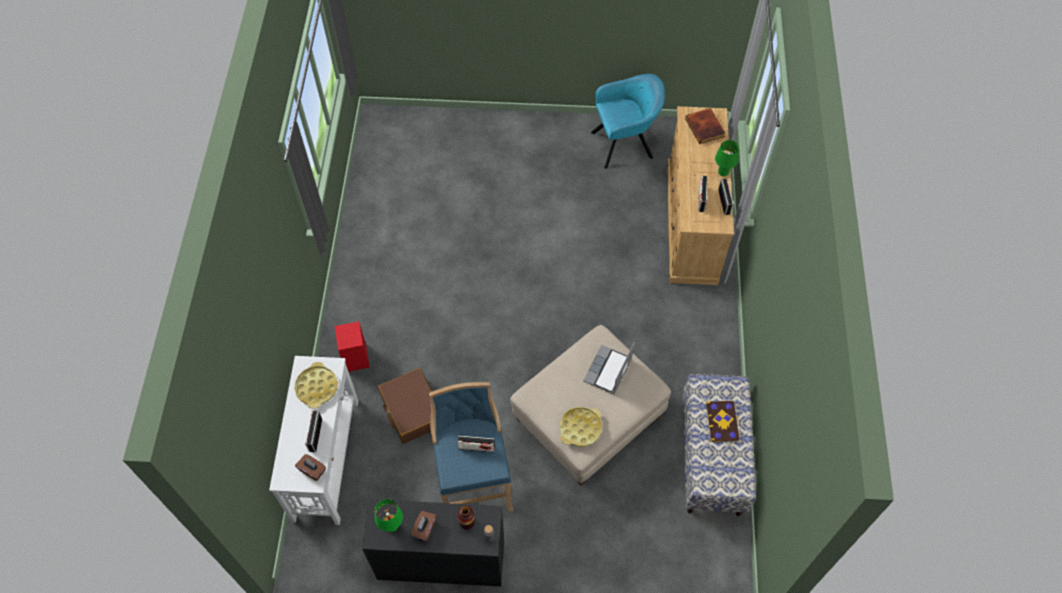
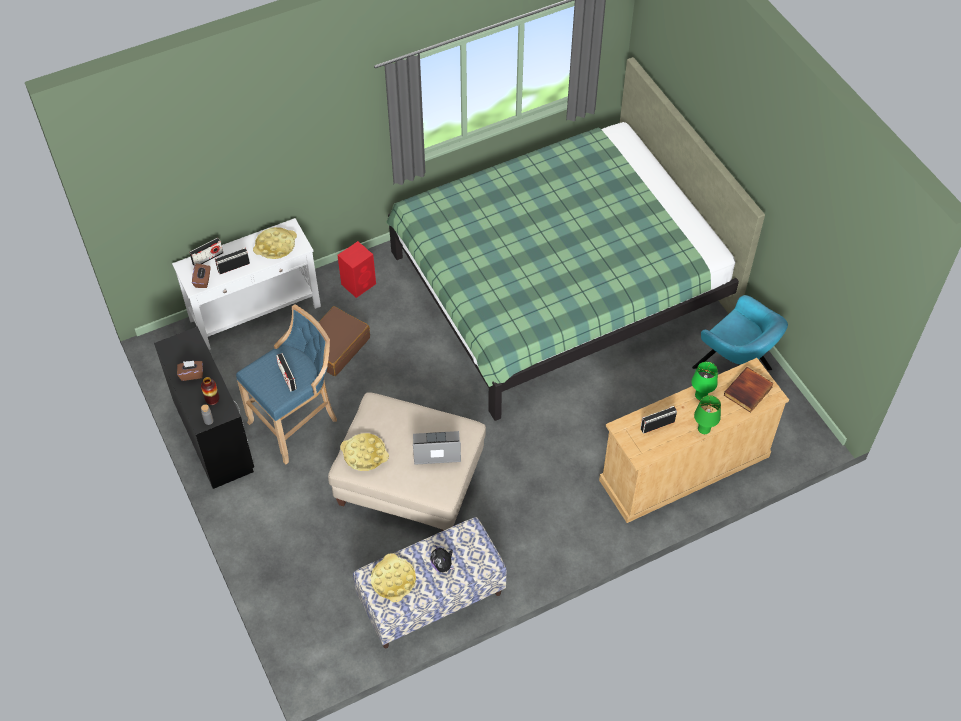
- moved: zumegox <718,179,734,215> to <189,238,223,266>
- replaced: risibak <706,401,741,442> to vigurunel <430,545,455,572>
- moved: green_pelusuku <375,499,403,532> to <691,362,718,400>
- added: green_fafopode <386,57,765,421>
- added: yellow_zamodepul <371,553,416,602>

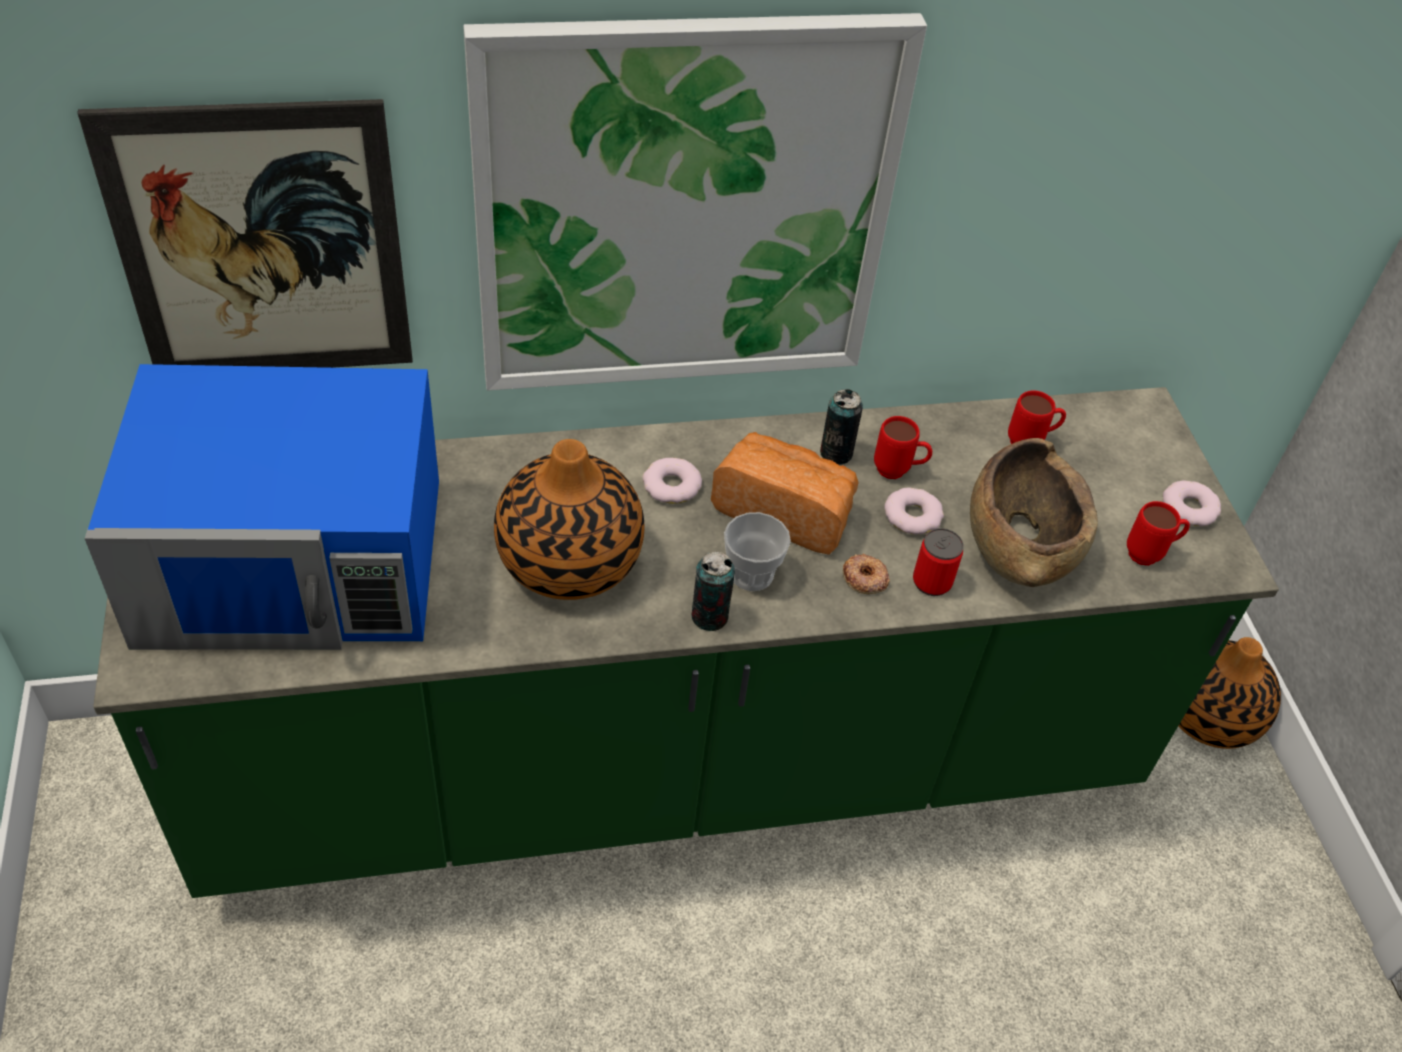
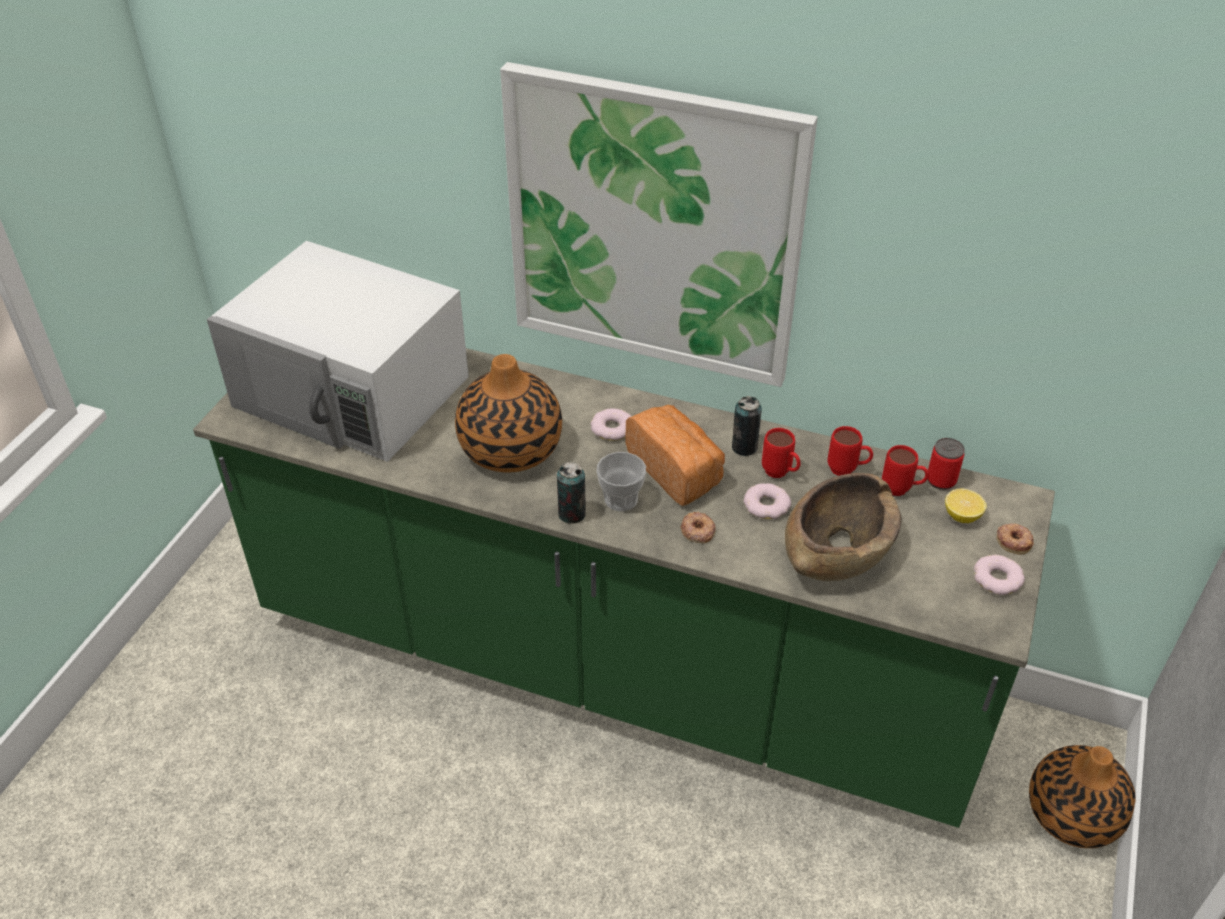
- removed: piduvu <77,99,413,368>
- recoloured: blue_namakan <85,364,439,650> to white_namakan <207,241,469,462>
- moved: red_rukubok <1127,501,1190,566> to <828,426,873,476>
- moved: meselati <913,528,964,596> to <928,438,965,490>
- added: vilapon <945,489,987,523>
- added: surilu <996,523,1034,554>

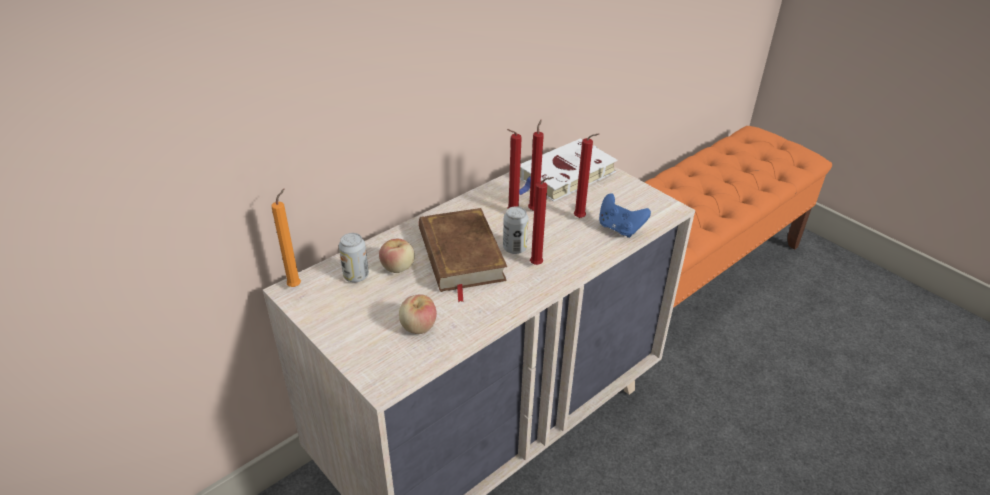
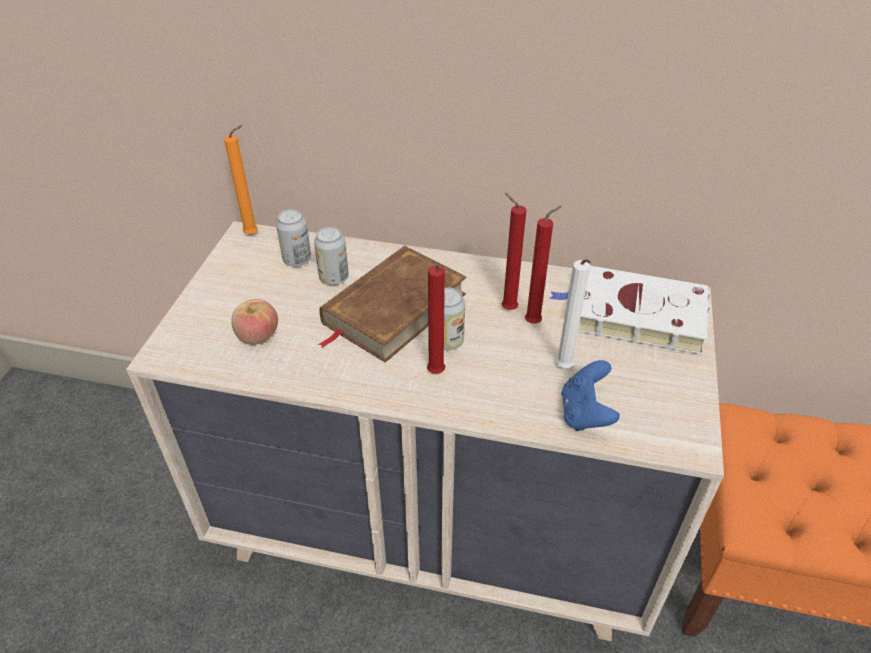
- recoloured: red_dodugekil <574,133,599,218> to white_dodugekil <556,259,591,368>
- replaced: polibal <379,239,415,273> to meselati <314,227,349,285>

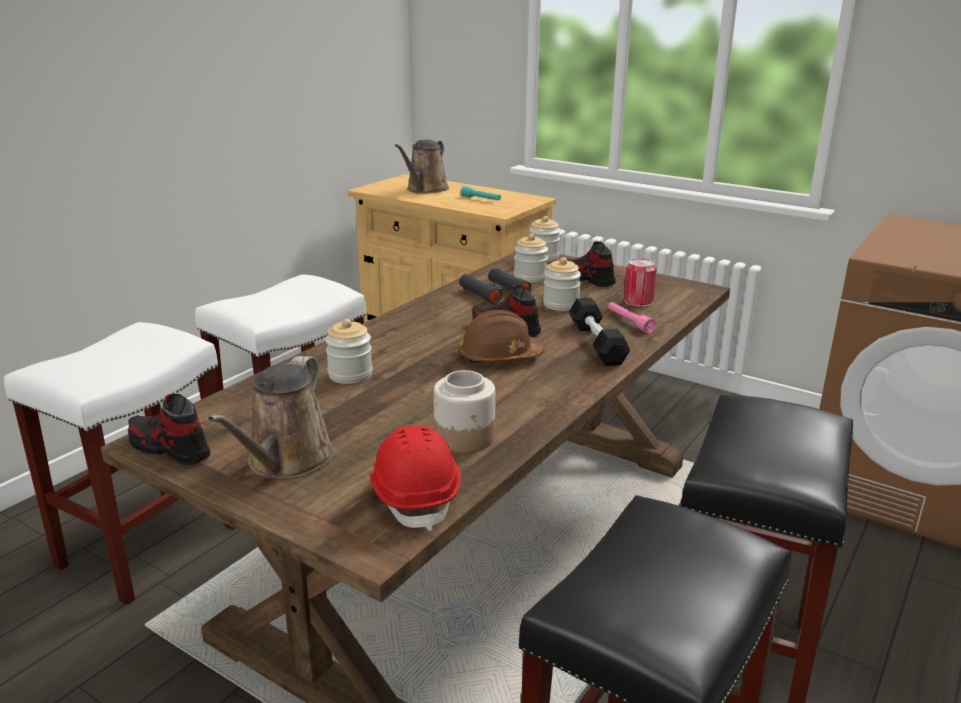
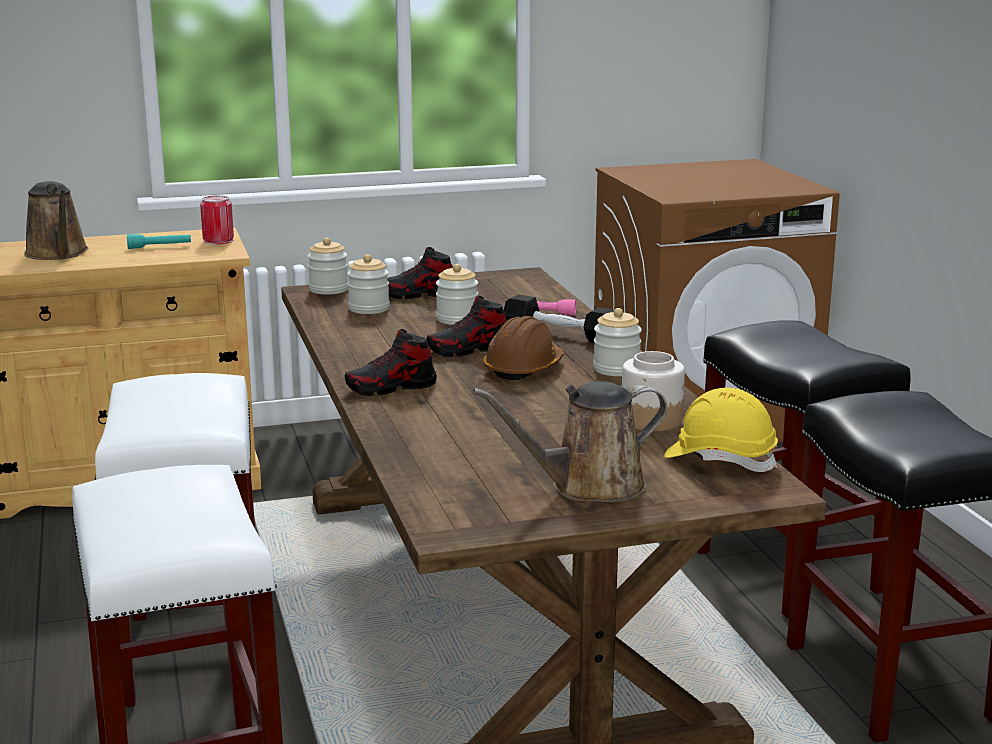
- moved: meselati <624,258,657,307> to <200,195,234,245>
- removed: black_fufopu <459,268,532,304>
- moved: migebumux <325,319,373,384> to <593,308,642,376>
- turned: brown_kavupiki <208,356,334,479> = <472,381,667,503> 105 degrees clockwise
- moved: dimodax <128,394,210,465> to <344,329,437,396>
- recoloured: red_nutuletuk <370,426,461,531> to yellow_nutuletuk <664,388,778,472>

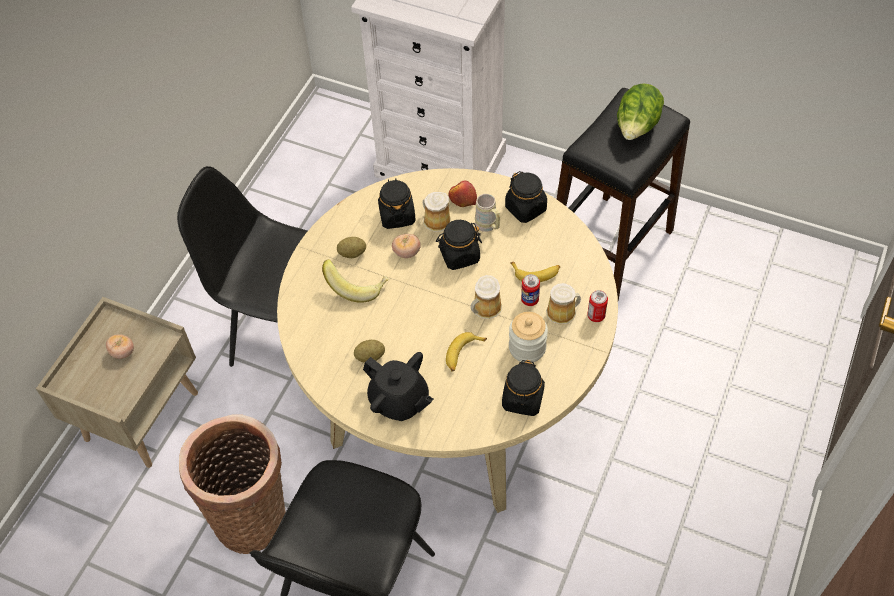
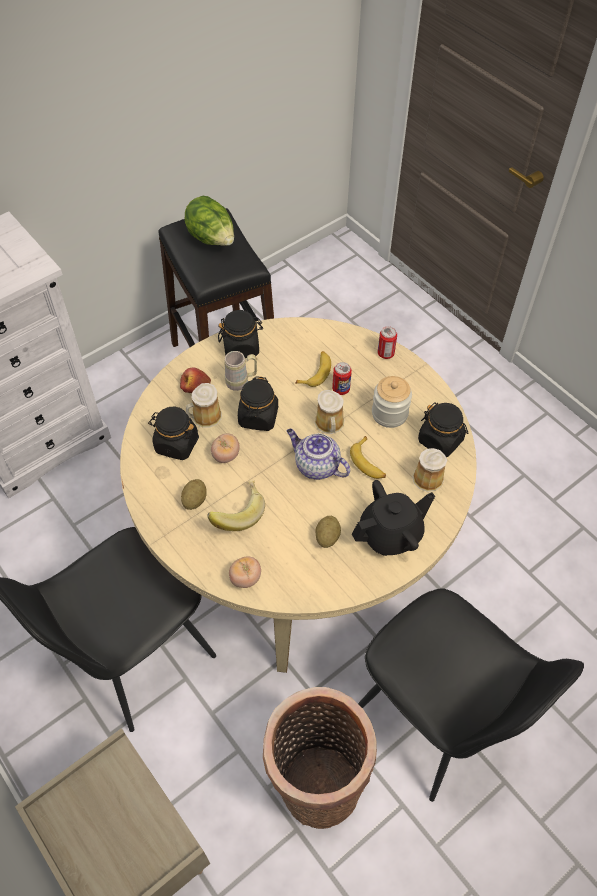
- moved: rukubok <546,283,581,325> to <412,448,447,492>
- moved: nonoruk <106,334,134,359> to <229,557,261,588>
- added: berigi <287,429,350,480>

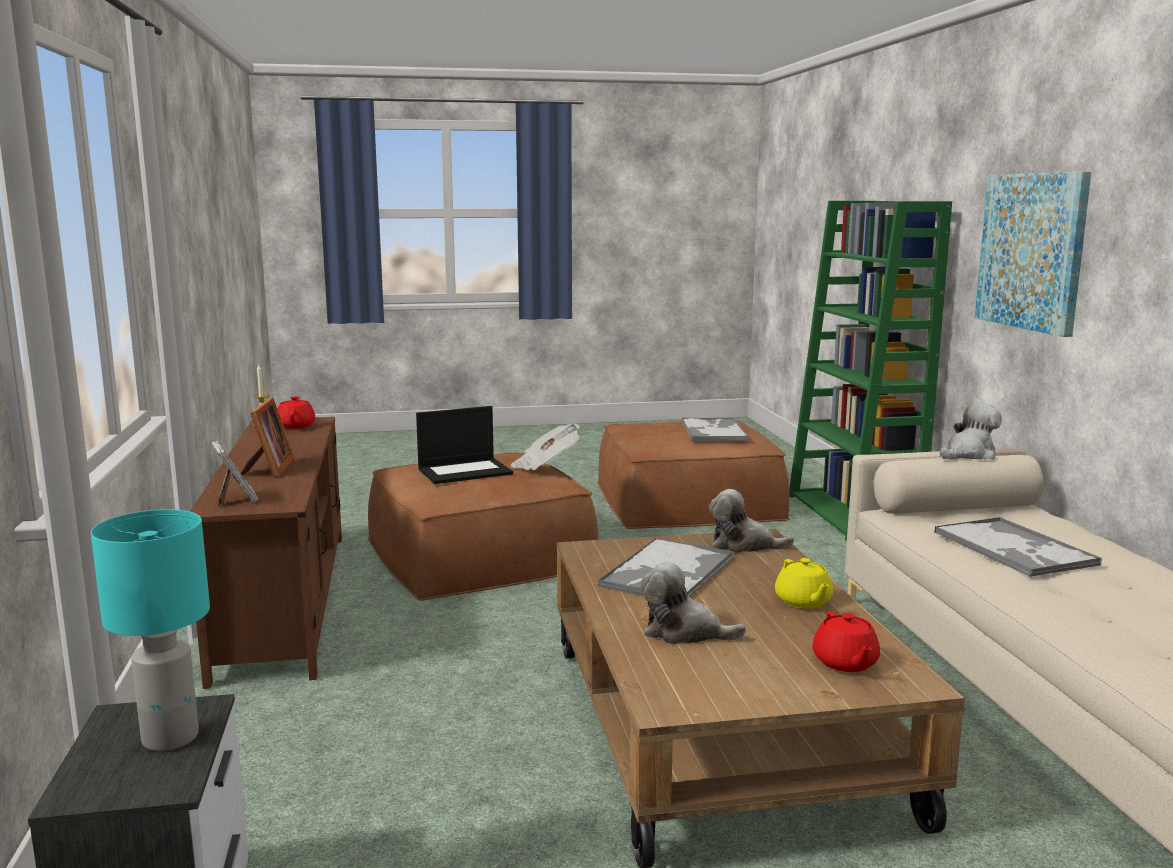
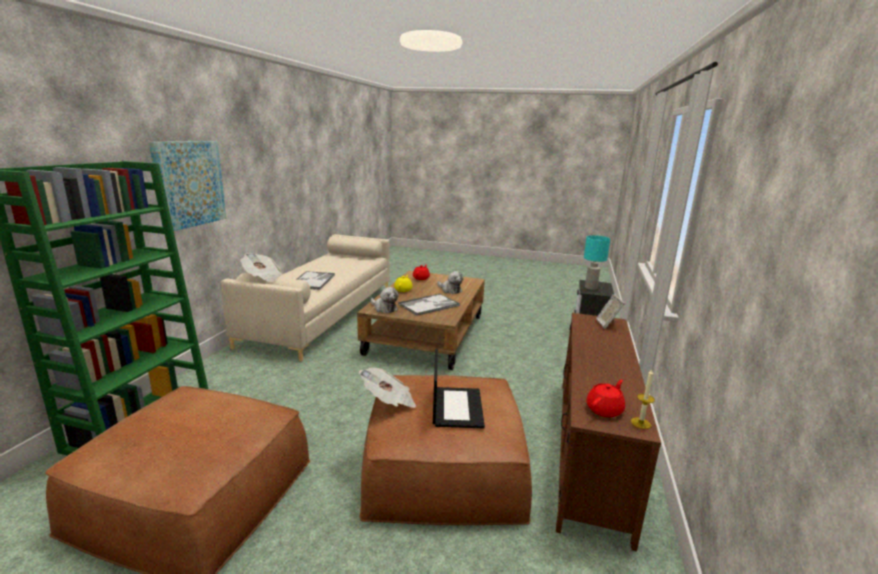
- turned: red_berigi <278,396,315,429> = <586,380,625,417> 150 degrees counterclockwise
- removed: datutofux <241,398,295,477>
- replaced: vigurunel <940,402,1002,460> to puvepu <240,253,282,282>
- turned: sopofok <416,406,513,484> = <433,349,485,428> 90 degrees clockwise
- removed: zamodepul <682,417,749,441>

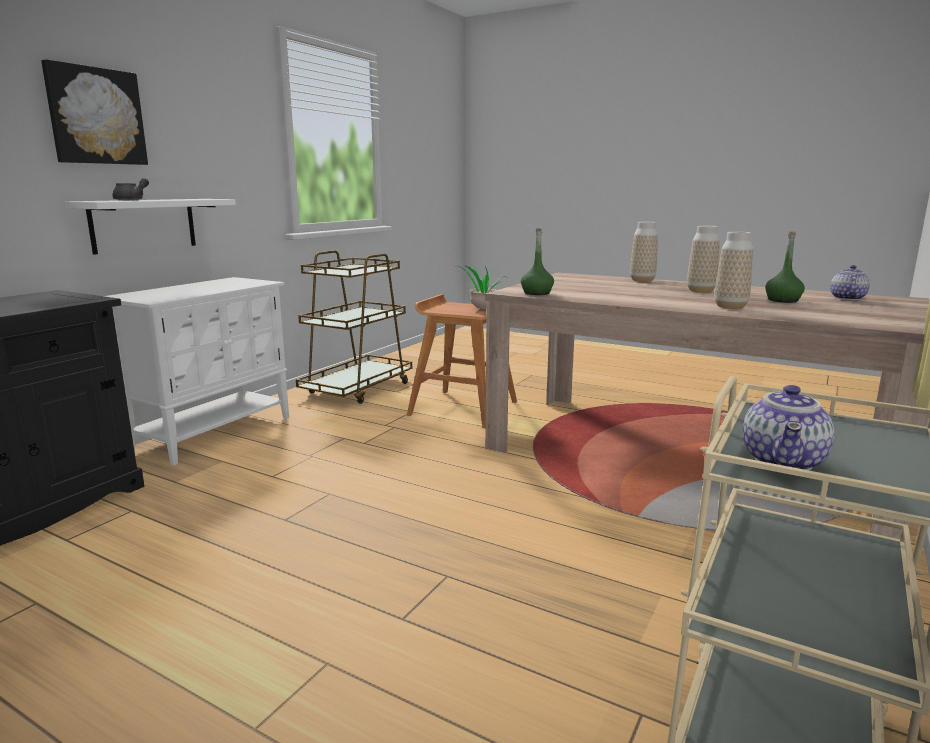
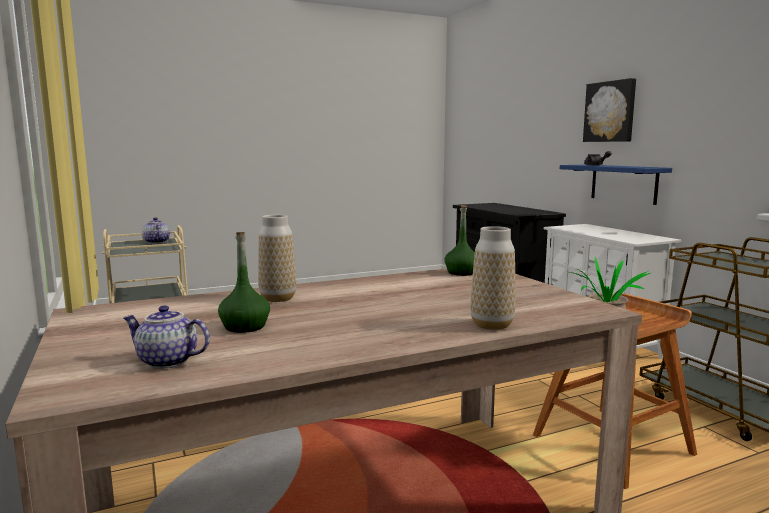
- recoloured: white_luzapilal <65,199,236,255> to blue_luzapilal <560,165,672,205>
- removed: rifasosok <687,226,720,293>
- turned: berigi <830,265,870,300> = <123,305,210,369> 135 degrees clockwise

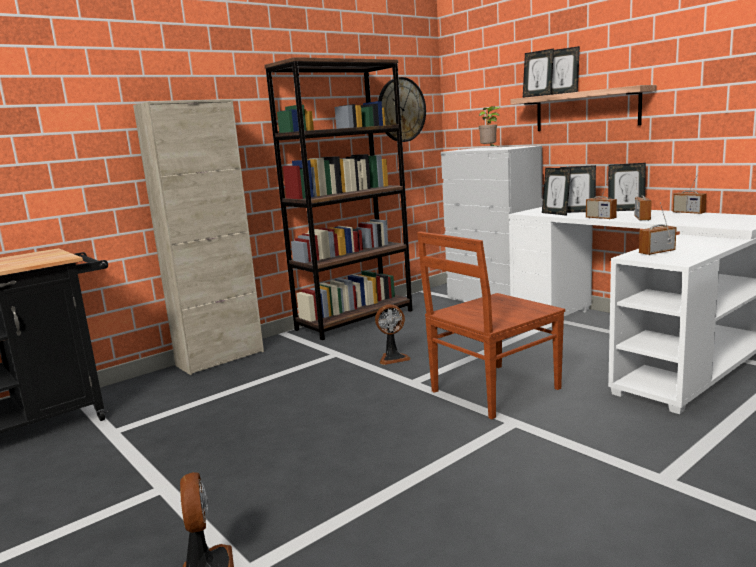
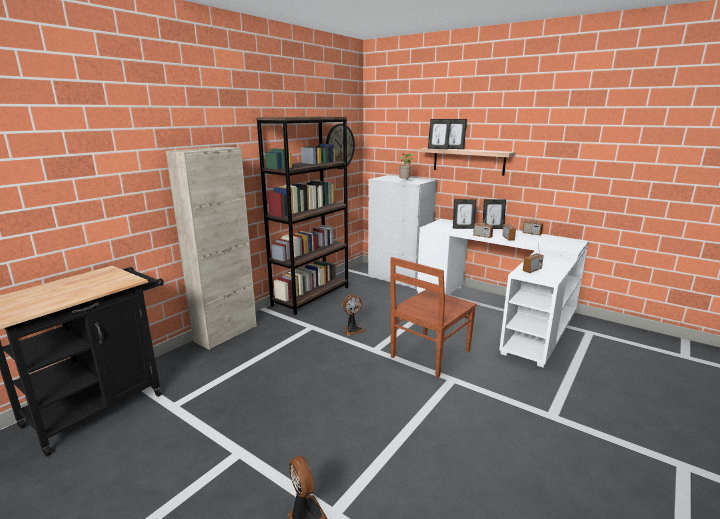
- removed: datutofux <542,168,571,216>

